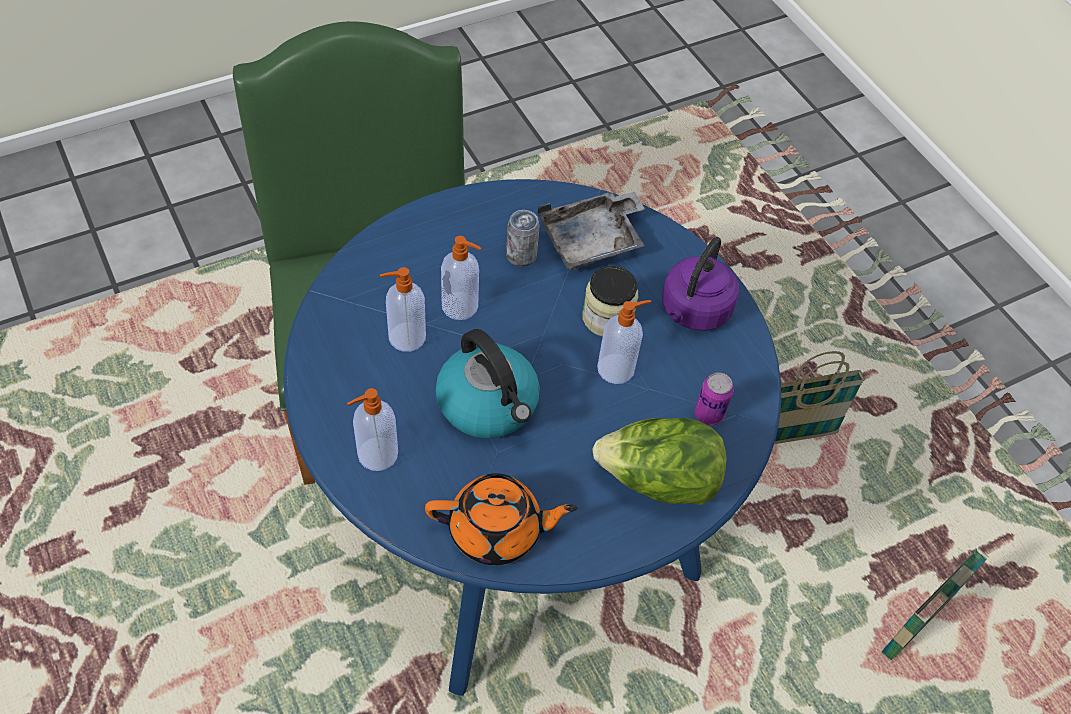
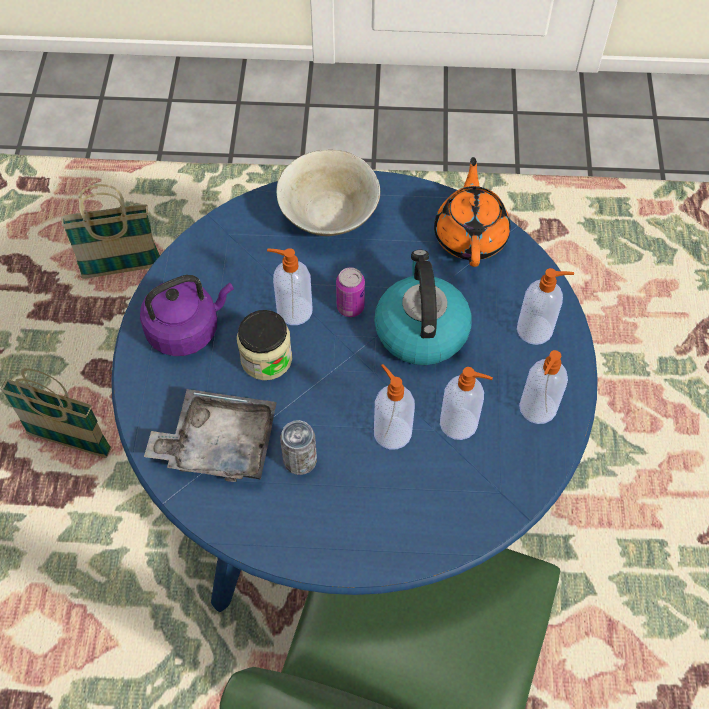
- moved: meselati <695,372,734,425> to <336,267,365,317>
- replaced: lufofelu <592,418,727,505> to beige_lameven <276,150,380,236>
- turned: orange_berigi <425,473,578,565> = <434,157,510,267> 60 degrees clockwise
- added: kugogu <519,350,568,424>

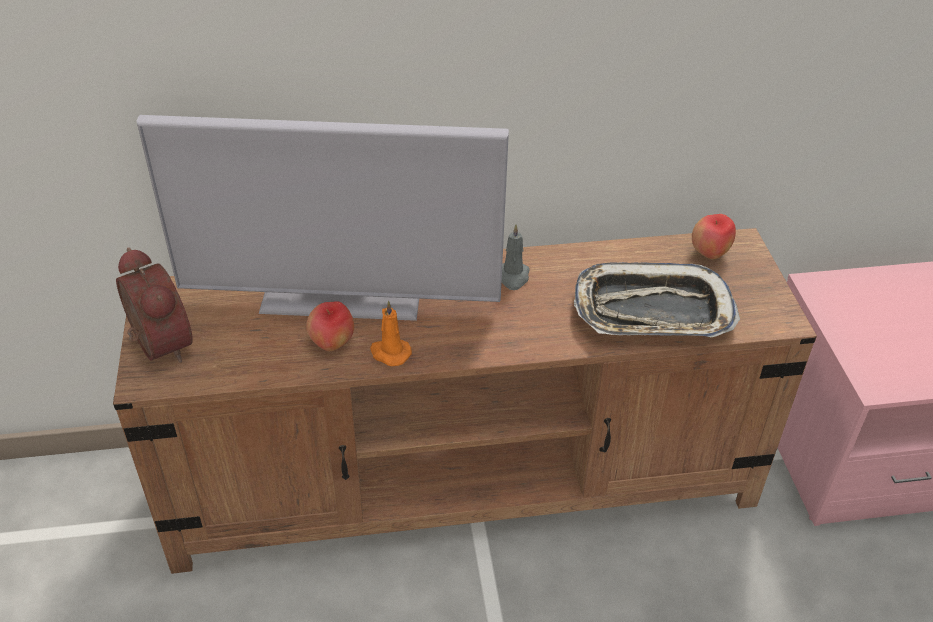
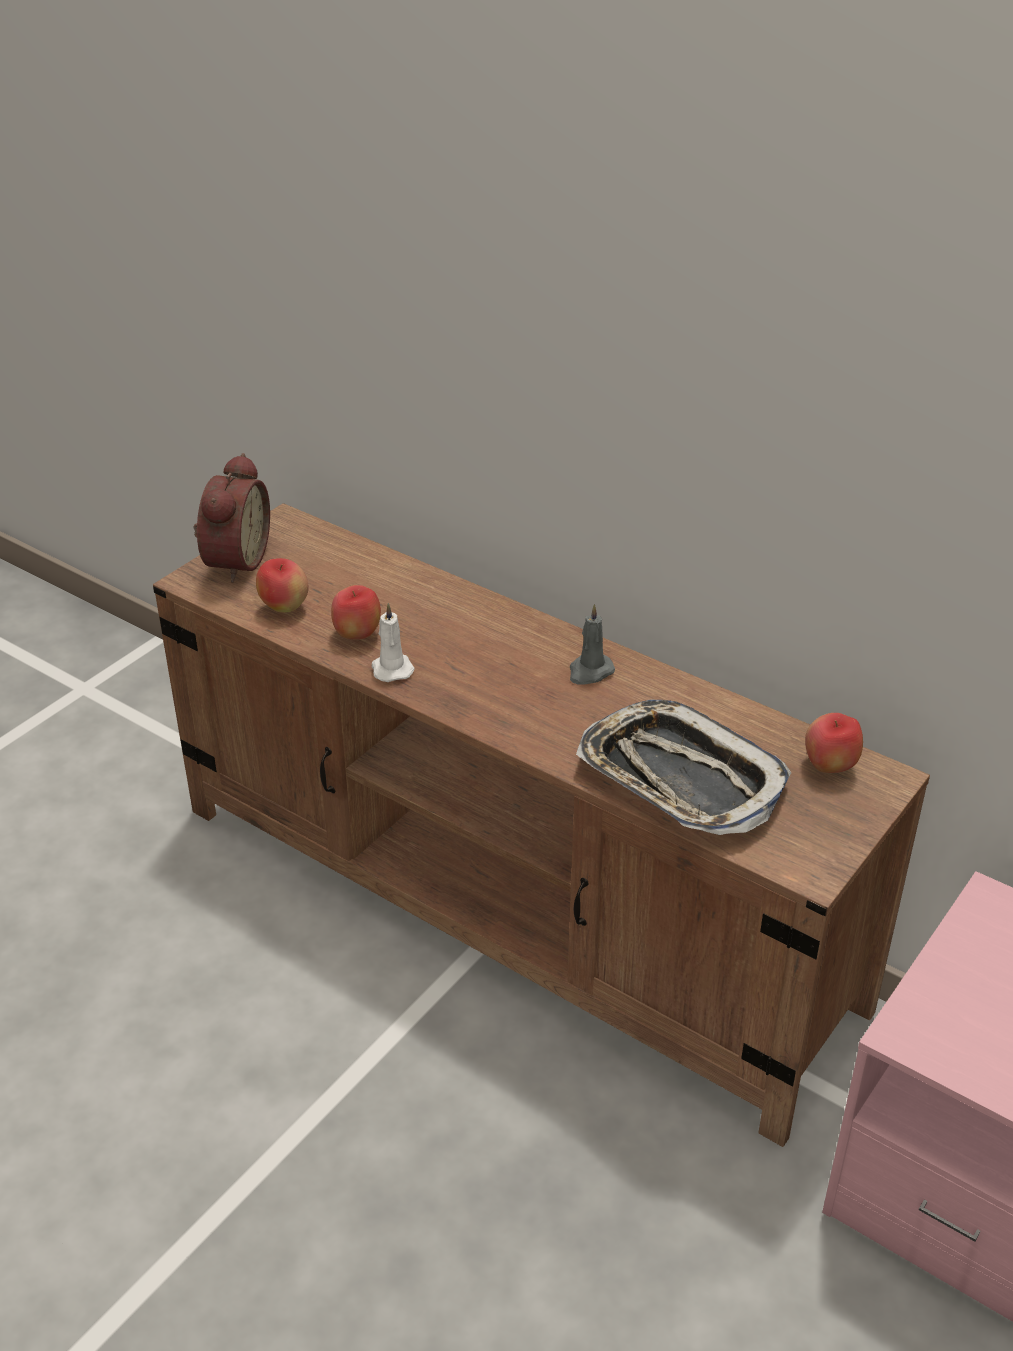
- removed: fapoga <137,115,509,321>
- recoloured: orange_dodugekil <370,301,412,366> to white_dodugekil <372,603,415,682>
- added: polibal <256,558,309,613>

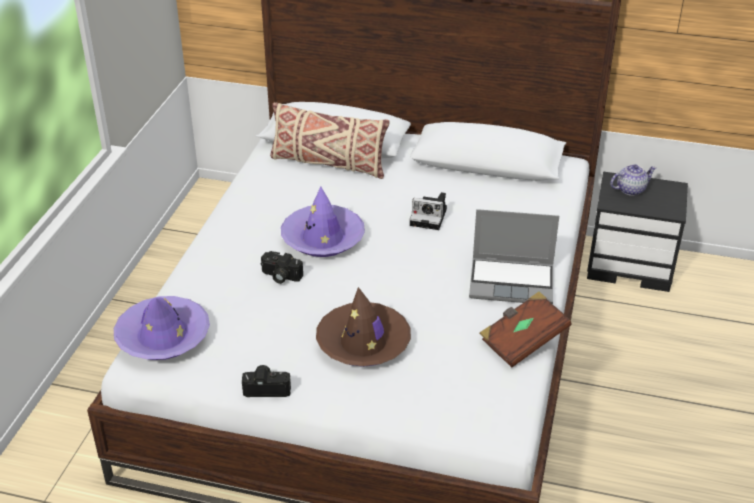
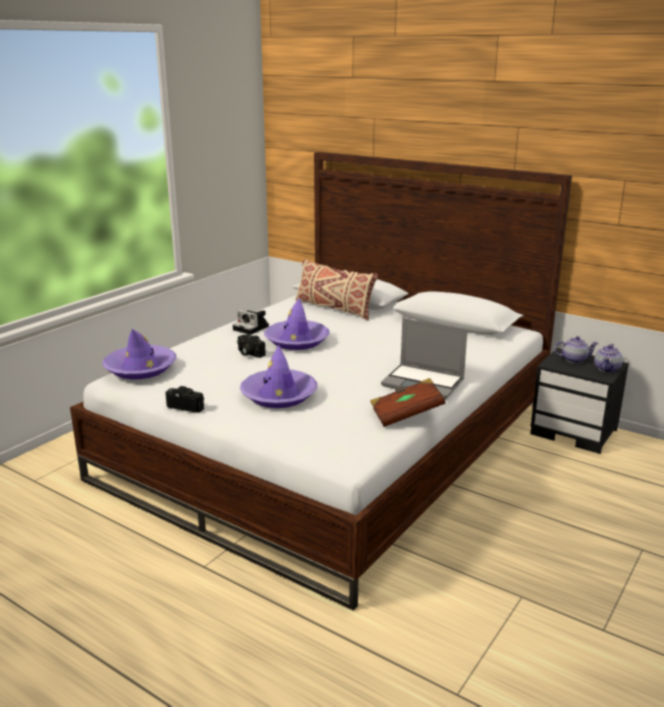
- moved: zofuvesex <410,192,447,230> to <233,310,269,335>
- recoloured: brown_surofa <316,287,411,367> to purple_surofa <240,345,317,408>
- added: berigi <594,344,623,373>

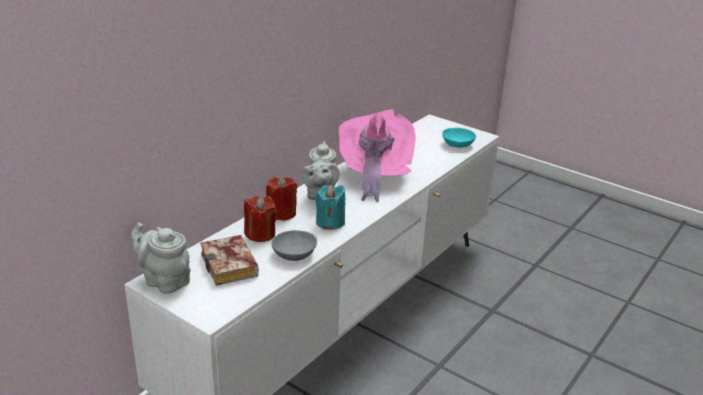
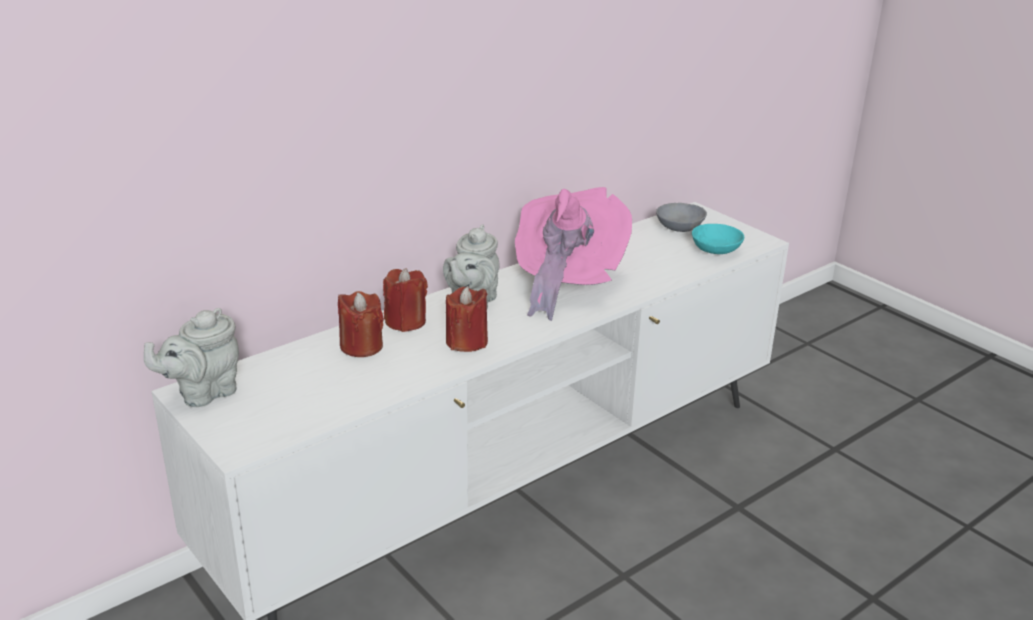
- recoloured: turquoise_dodugekil <315,184,345,230> to red_dodugekil <446,286,488,352>
- turned: grey_berigi <131,222,191,294> = <144,308,239,407> 90 degrees counterclockwise
- moved: grey_lameven <271,230,317,261> to <656,203,707,232>
- removed: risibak <200,235,259,286>

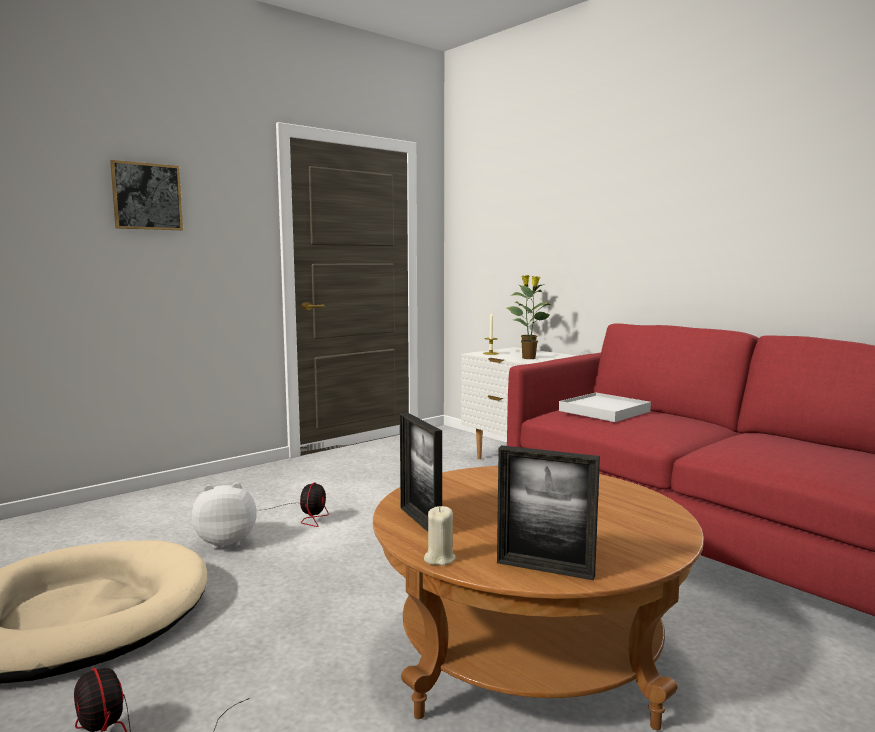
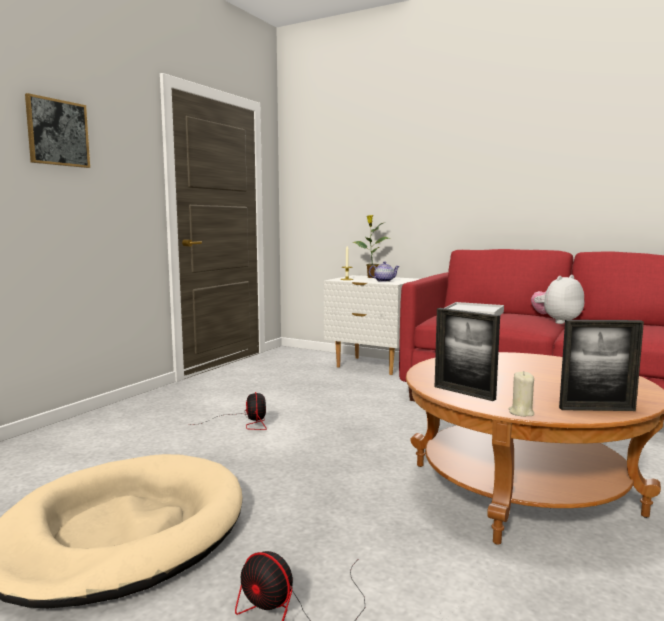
- replaced: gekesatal <512,276,552,359> to berigi <369,261,400,282>
- moved: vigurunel <192,482,257,549> to <531,275,584,324>

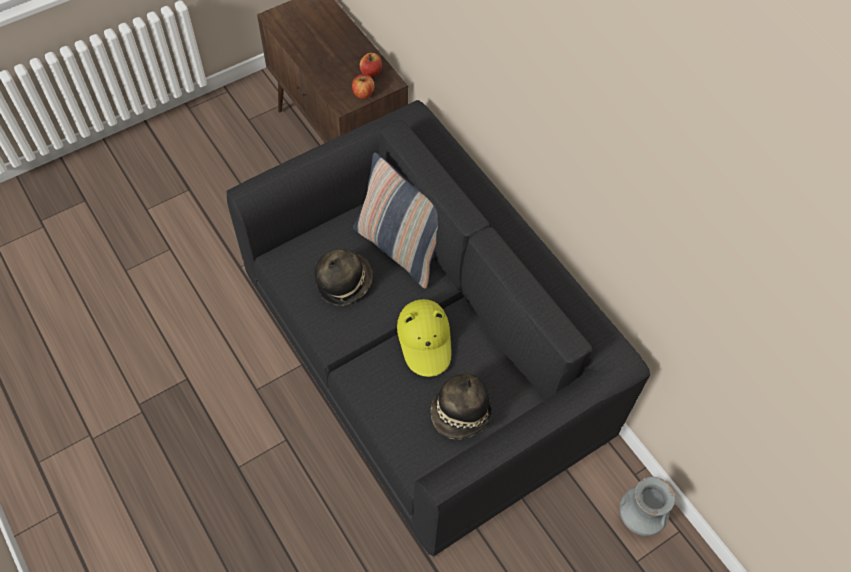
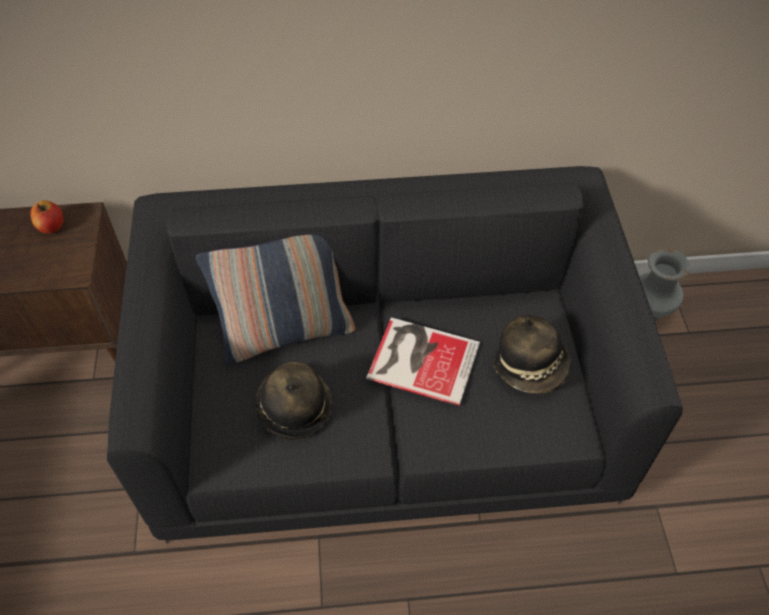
- removed: polibal <352,74,375,99>
- replaced: yellow_surofa <397,299,451,377> to risibak <366,317,480,406>

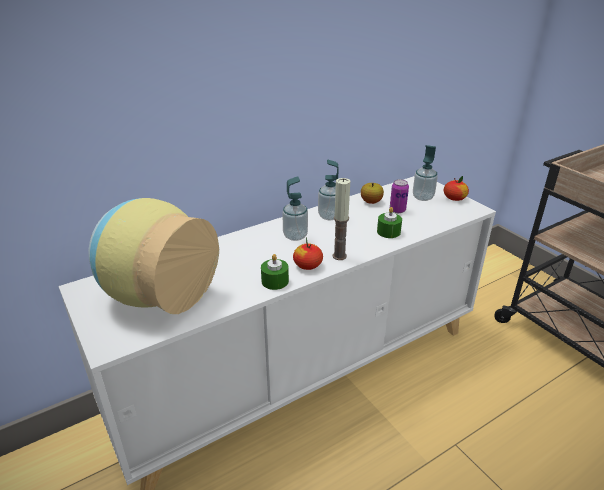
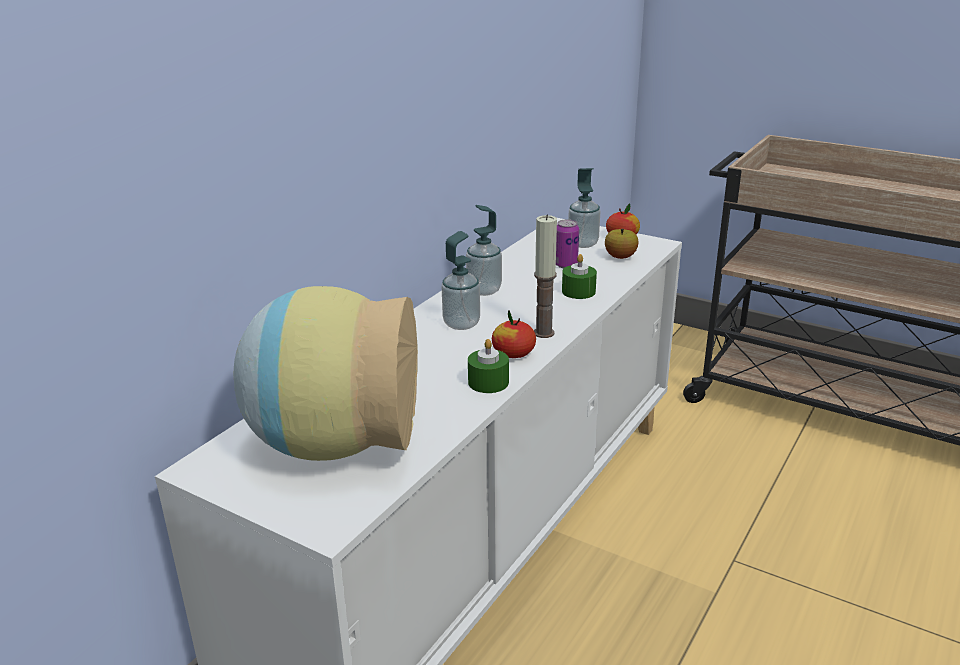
- moved: polibal <361,183,384,204> to <605,229,639,259>

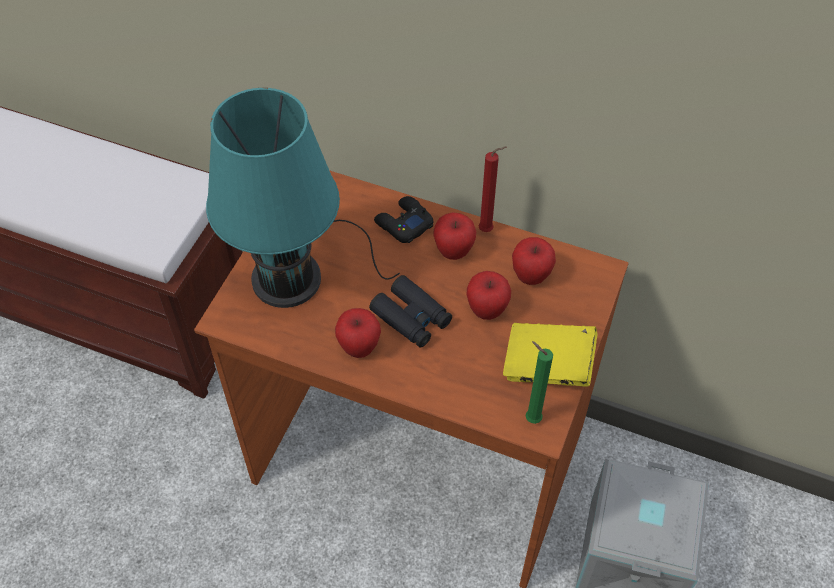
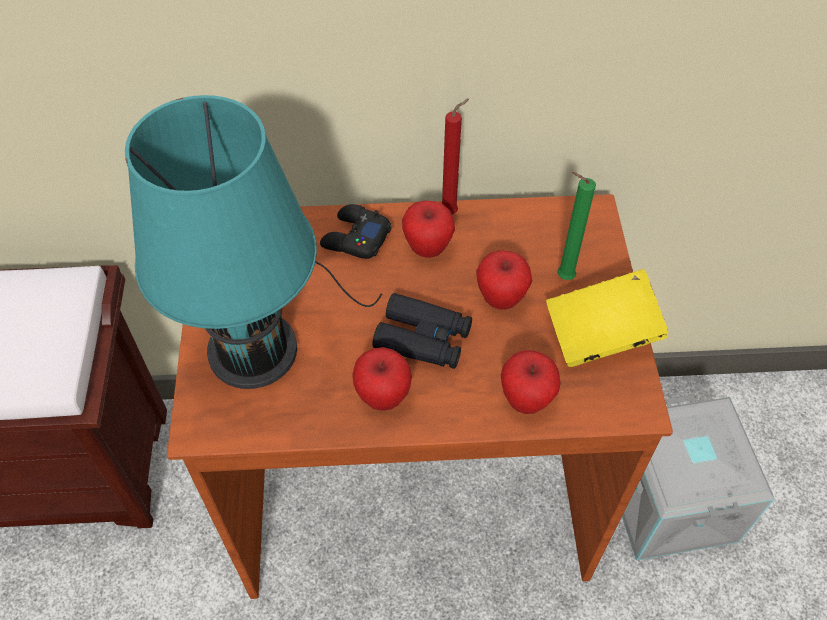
- moved: polibal <512,237,556,285> to <501,350,561,414>
- moved: green_dodugekil <526,341,553,424> to <557,172,596,280>

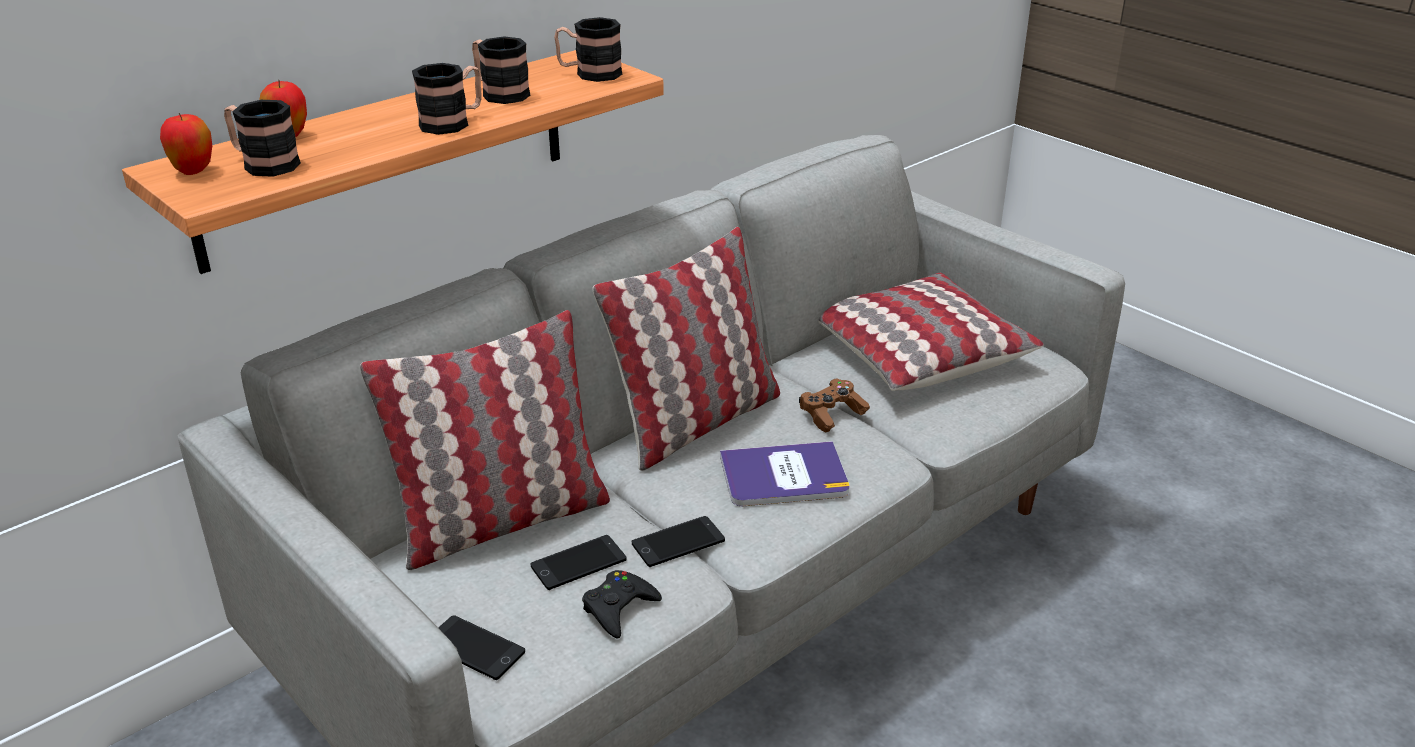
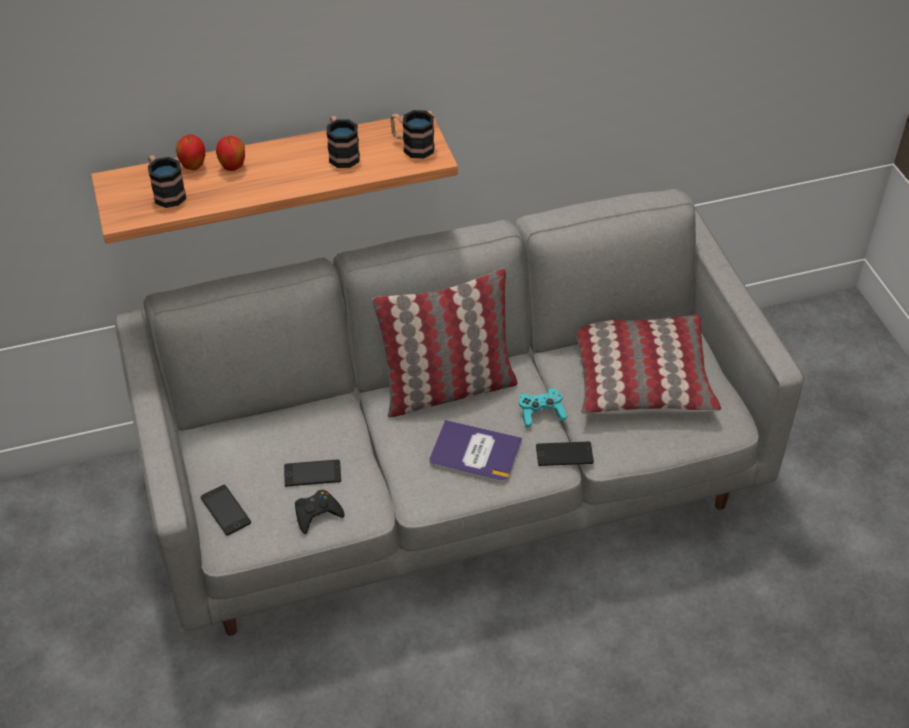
- removed: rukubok <412,63,482,135>
- moved: polibal <160,113,212,175> to <216,136,245,171>
- removed: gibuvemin <360,310,610,570>
- recoloured: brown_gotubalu <799,378,870,433> to turquoise_gotubalu <519,388,567,427>
- moved: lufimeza <632,516,725,567> to <536,442,594,466>

